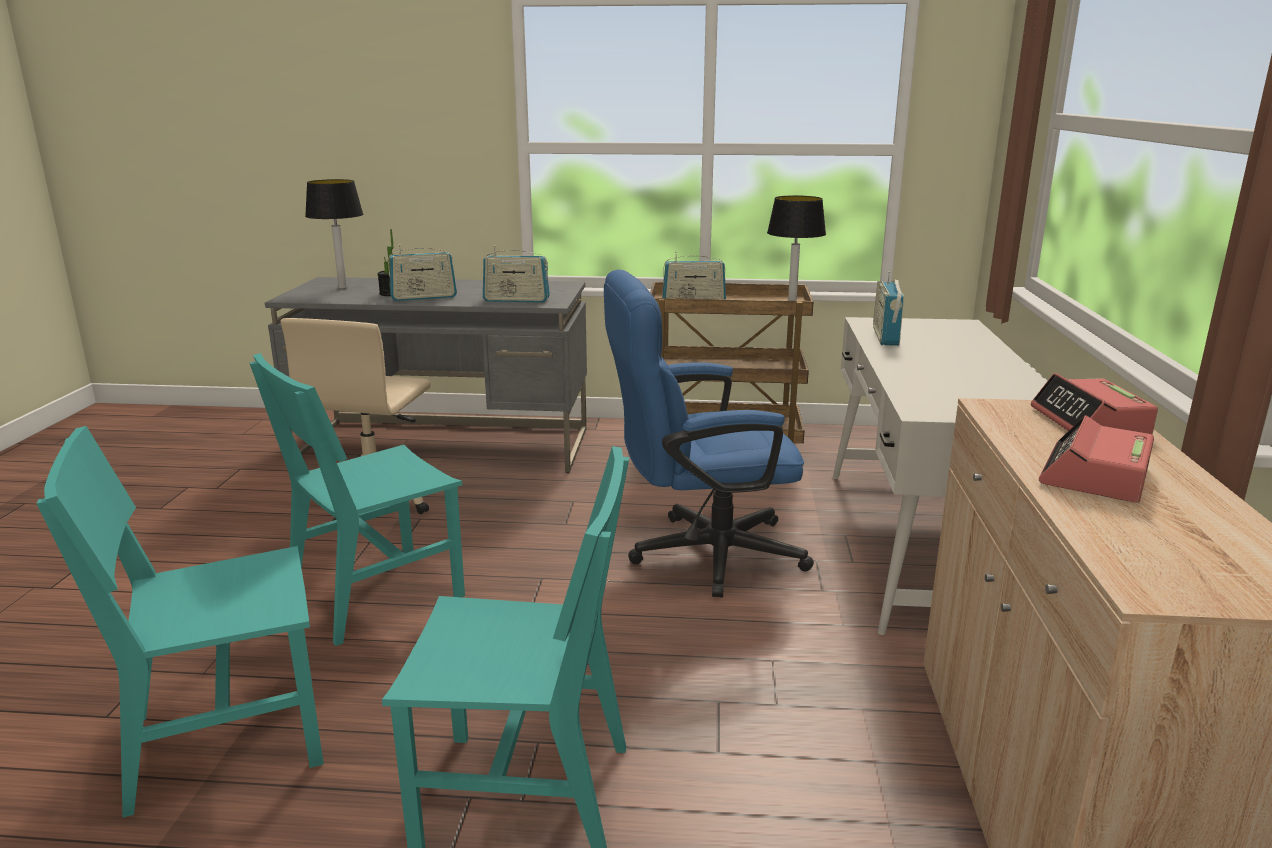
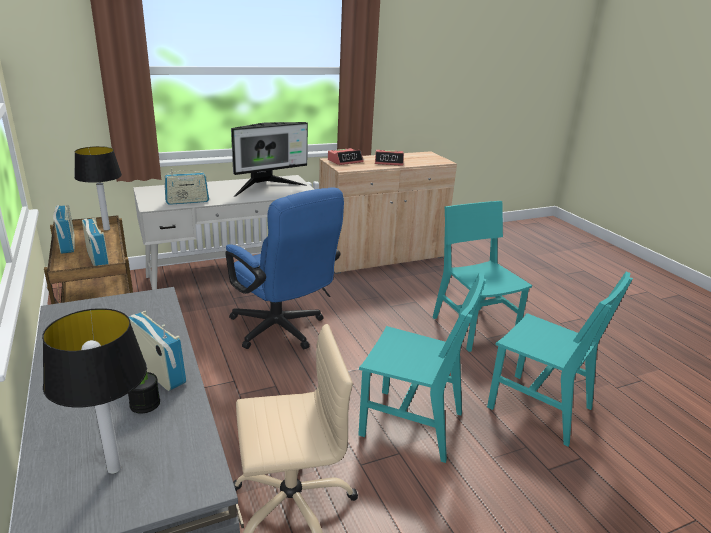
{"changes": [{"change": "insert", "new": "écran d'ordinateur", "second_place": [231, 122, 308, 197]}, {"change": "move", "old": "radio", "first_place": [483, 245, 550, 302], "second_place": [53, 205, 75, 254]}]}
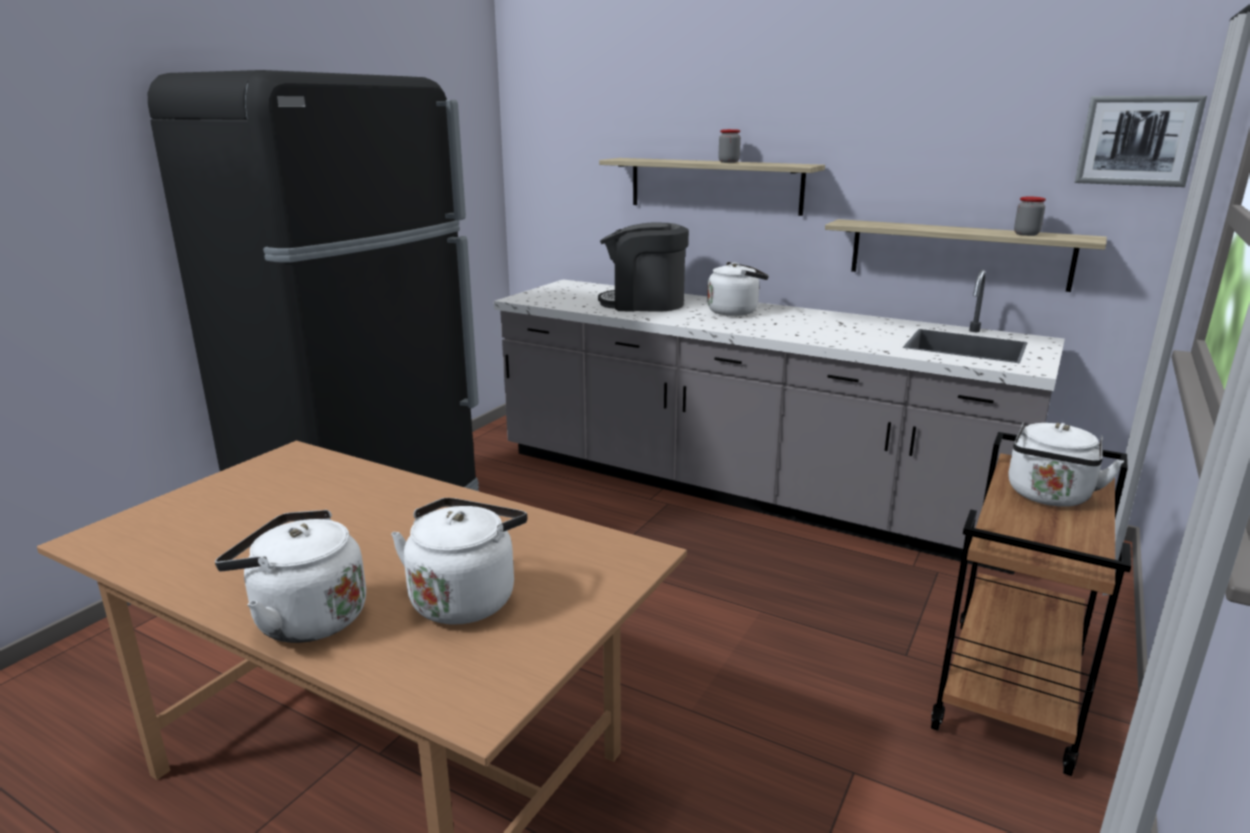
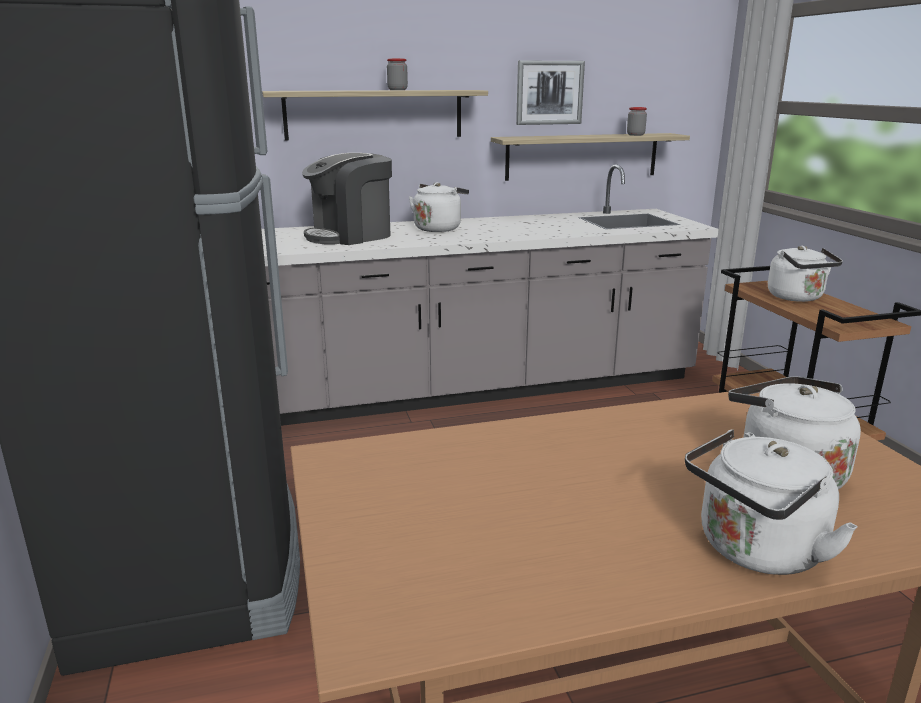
{"changes": [{"change": "move", "old": "tableau", "first_place": [1075, 96, 1207, 187], "second_place": [516, 61, 585, 125]}]}
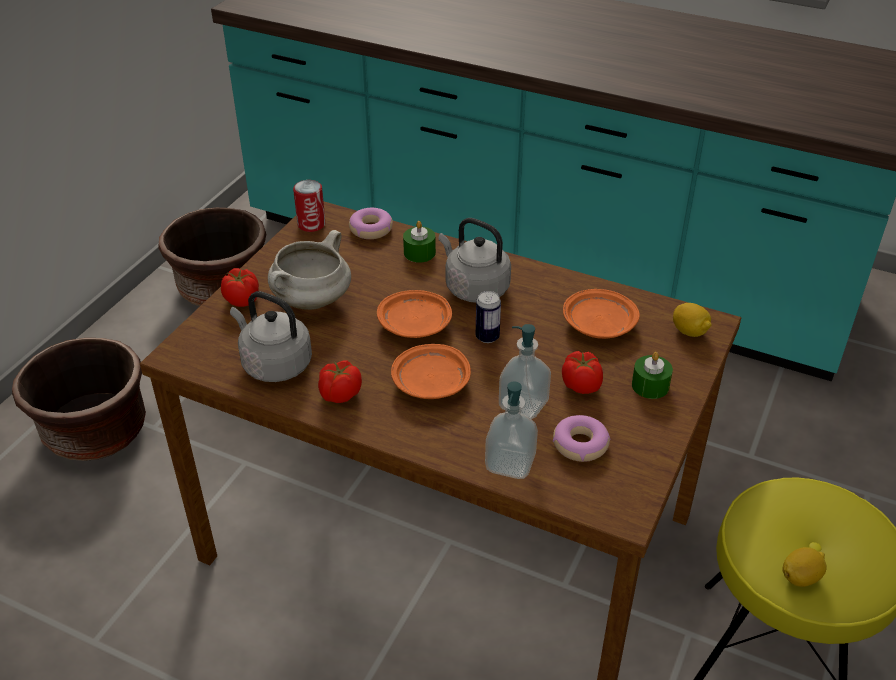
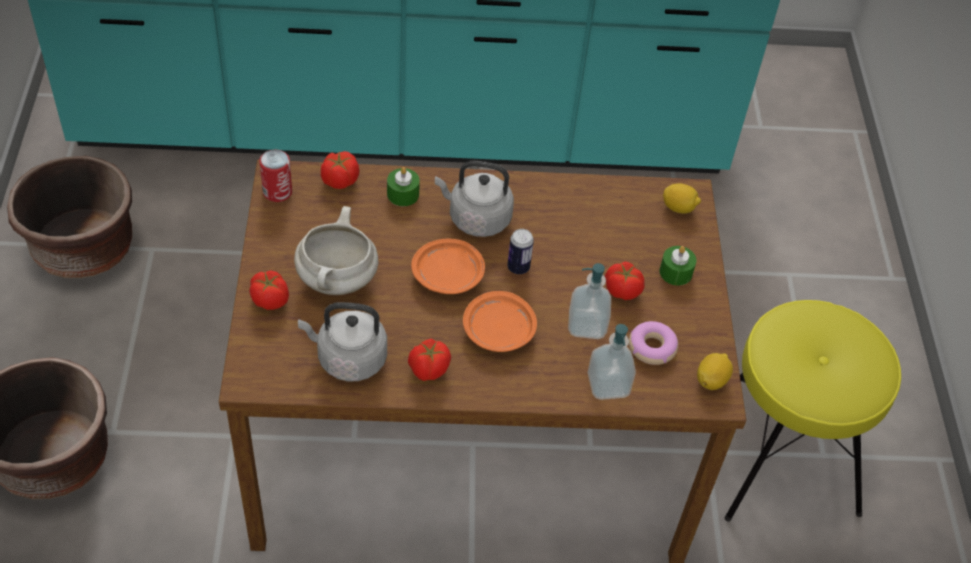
{"changes": [{"change": "delete", "old": "assiette/orange", "first_place": [563, 289, 640, 339]}, {"change": "move", "old": "citron", "first_place": [782, 547, 827, 587], "second_place": [697, 353, 733, 390]}, {"change": "replace", "old": "beignet", "new": "tomate", "first_place": [349, 208, 393, 239], "second_place": [321, 151, 359, 189]}]}
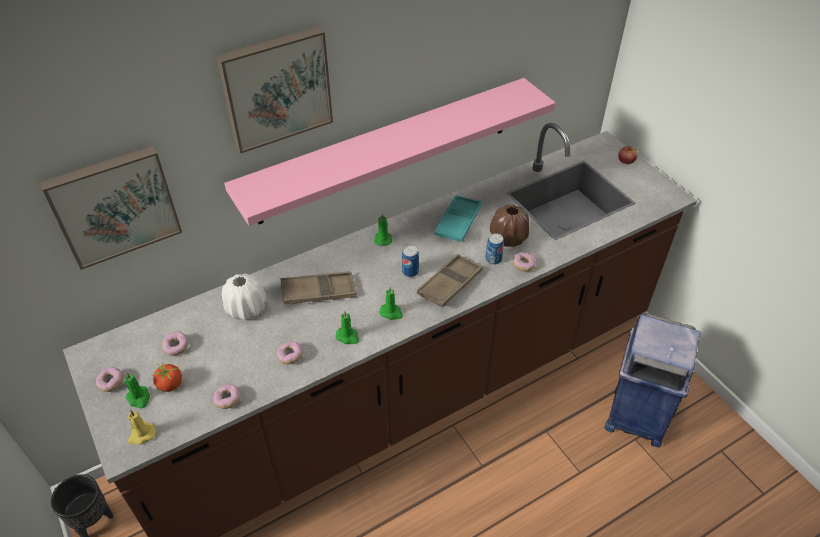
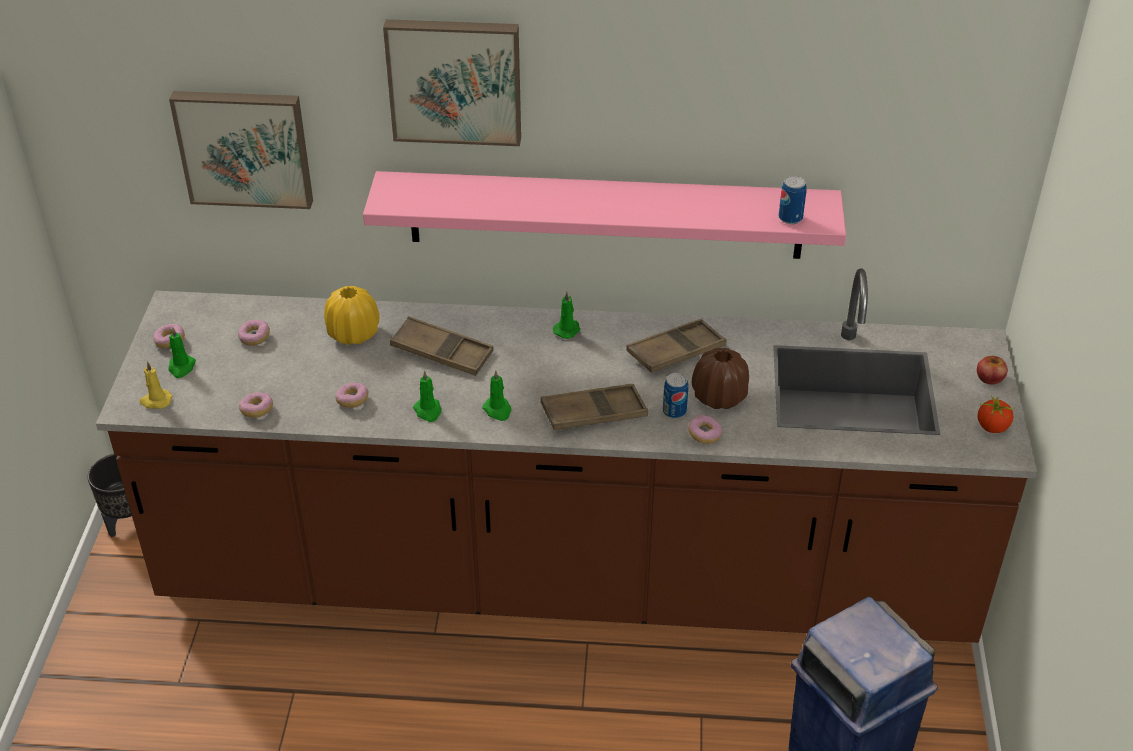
{"changes": [{"change": "move", "old": "tomate", "first_place": [152, 363, 182, 392], "second_place": [977, 394, 1016, 433]}, {"change": "move", "old": "boîte métallique", "first_place": [402, 246, 419, 277], "second_place": [779, 176, 807, 224]}, {"change": "recolor", "old": "vase/blanc", "new": "vase/jaune", "first_place": [222, 274, 266, 320], "second_place": [324, 286, 380, 345]}, {"change": "recolor", "old": "plateau/turquoise", "new": "plateau/marron", "first_place": [434, 195, 482, 242], "second_place": [626, 319, 727, 372]}]}
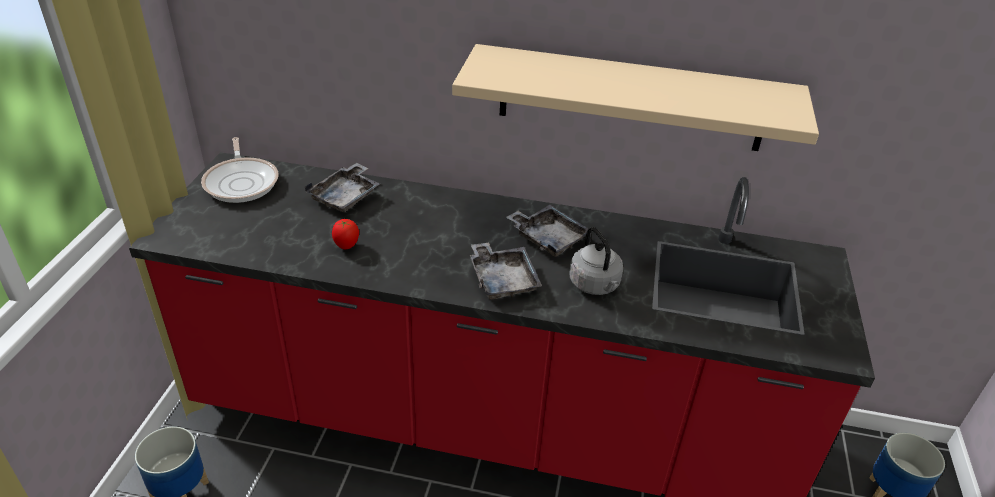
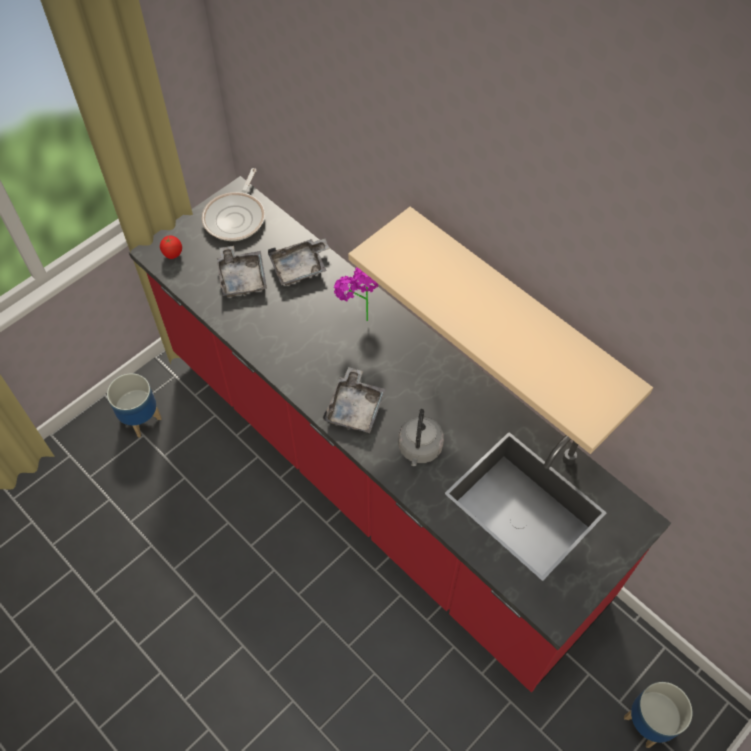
{"changes": [{"change": "insert", "new": "plante en pot", "second_place": [334, 267, 378, 321]}, {"change": "move", "old": "tomate", "first_place": [332, 219, 359, 249], "second_place": [160, 236, 182, 259]}, {"change": "move", "old": "plateau/gris", "first_place": [507, 205, 588, 257], "second_place": [217, 246, 267, 297]}]}
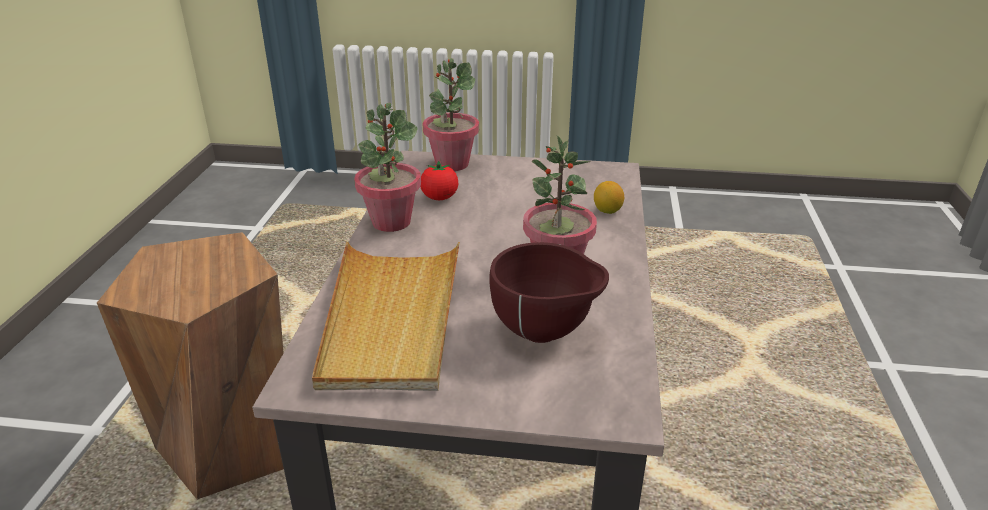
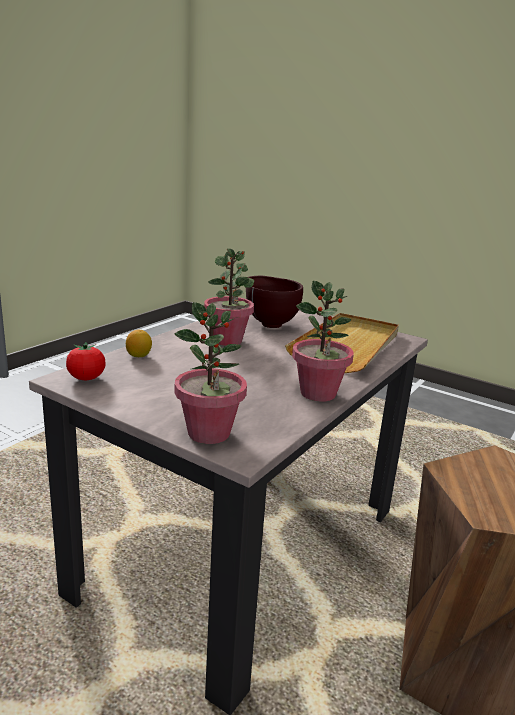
{"changes": [{"change": "move", "old": "tomate", "first_place": [421, 161, 458, 200], "second_place": [66, 342, 106, 380]}]}
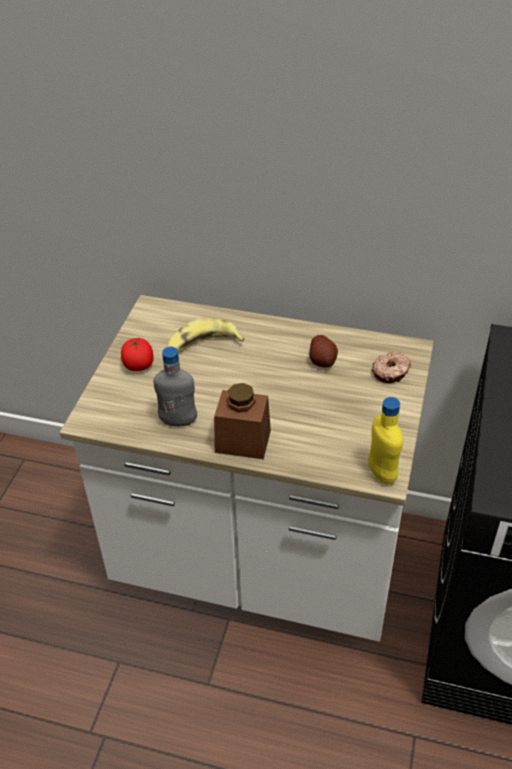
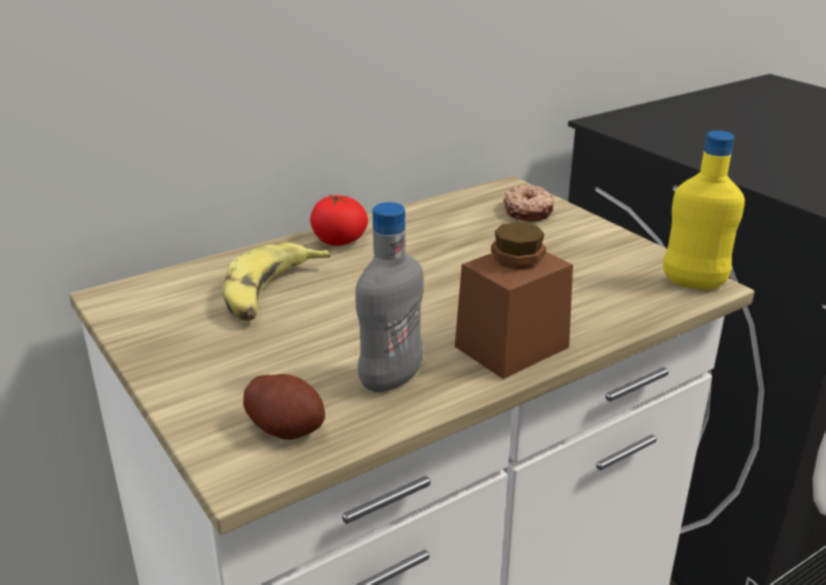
{"changes": [{"change": "move", "old": "tomate", "first_place": [121, 338, 154, 371], "second_place": [310, 195, 368, 246]}, {"change": "move", "old": "pomme de terre", "first_place": [309, 335, 338, 367], "second_place": [243, 374, 325, 440]}]}
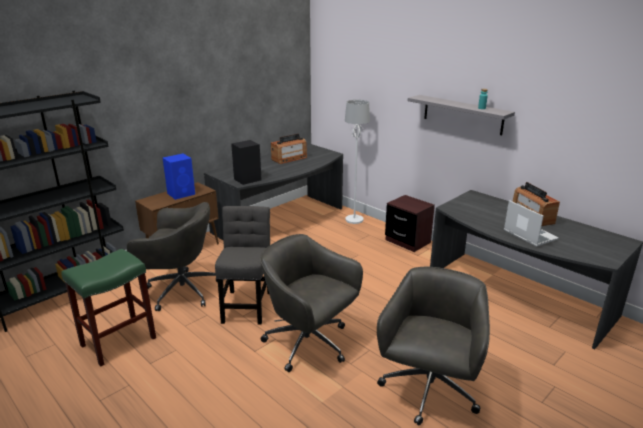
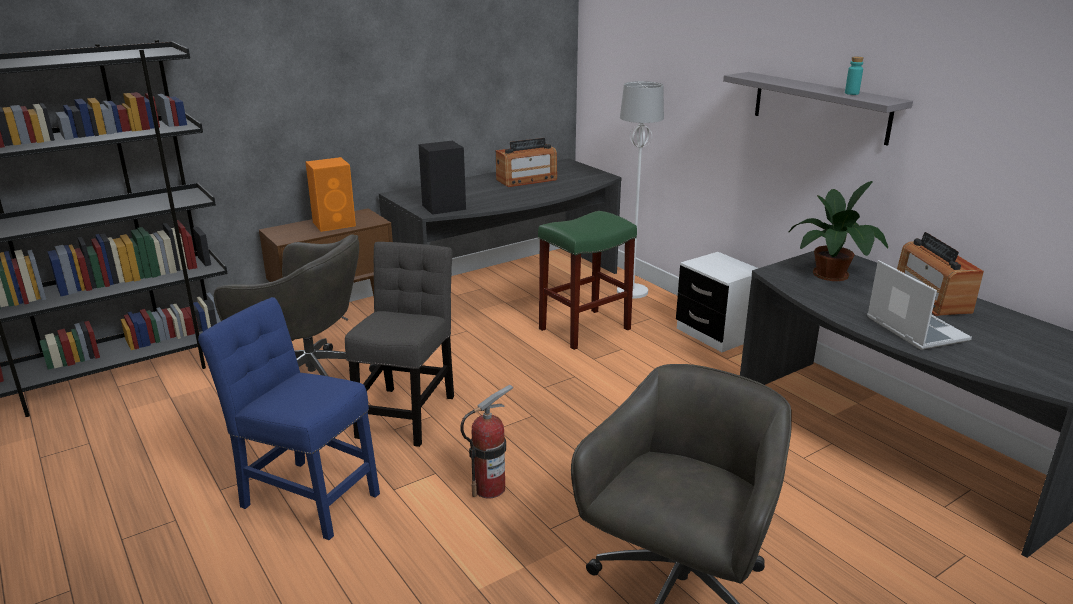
{"changes": [{"change": "insert", "new": "chaise/bleu", "second_place": [198, 297, 380, 540]}, {"change": "insert", "new": "plante en pot", "second_place": [788, 181, 888, 281]}, {"change": "move", "old": "tabouret/vert", "first_place": [61, 249, 156, 366], "second_place": [538, 211, 637, 350]}, {"change": "replace", "old": "chaise de bureau/gris", "new": "extincteur", "first_place": [260, 234, 363, 372], "second_place": [460, 385, 513, 498]}, {"change": "recolor", "old": "enceinte/bleu", "new": "enceinte/orange", "first_place": [163, 154, 195, 200], "second_place": [306, 157, 356, 232]}, {"change": "recolor", "old": "table de chevet/marron", "new": "table de chevet/blanc", "first_place": [385, 195, 435, 252], "second_place": [676, 252, 758, 352]}]}
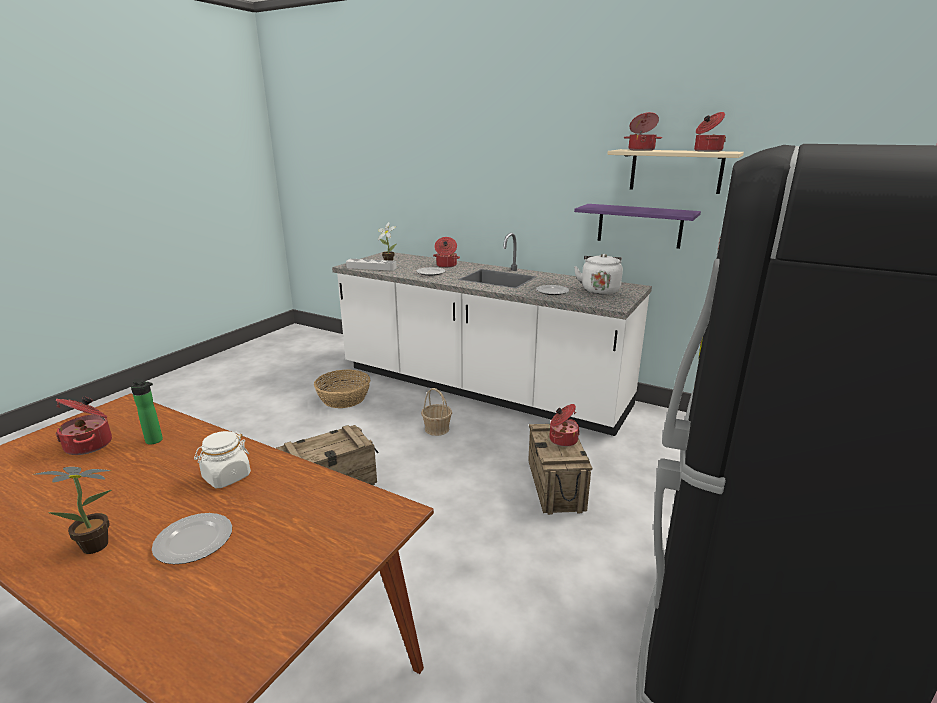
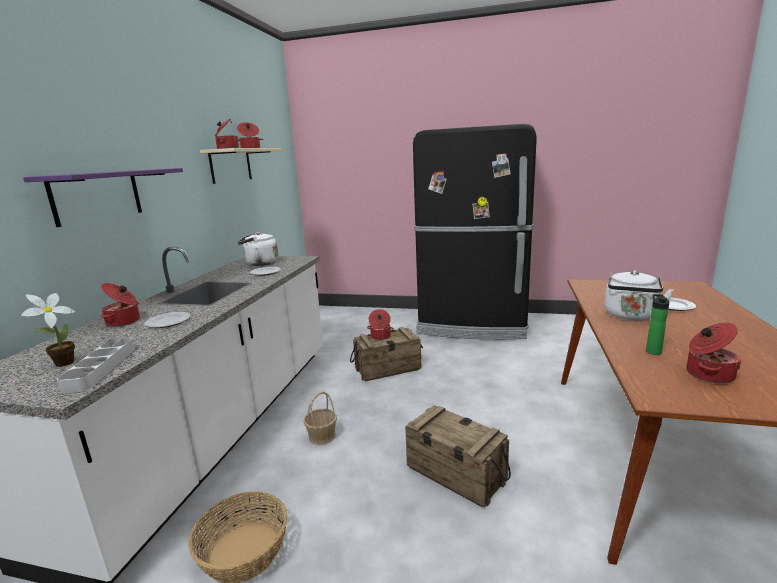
{"changes": [{"change": "delete", "old": "plante en pot", "first_place": [33, 467, 111, 554]}, {"change": "move", "old": "étagère/violet", "first_place": [574, 204, 701, 249], "second_place": [23, 168, 183, 227]}, {"change": "replace", "old": "bocal/blanc", "new": "bouilloire/blanc", "first_place": [194, 431, 251, 488], "second_place": [605, 270, 674, 320]}]}
